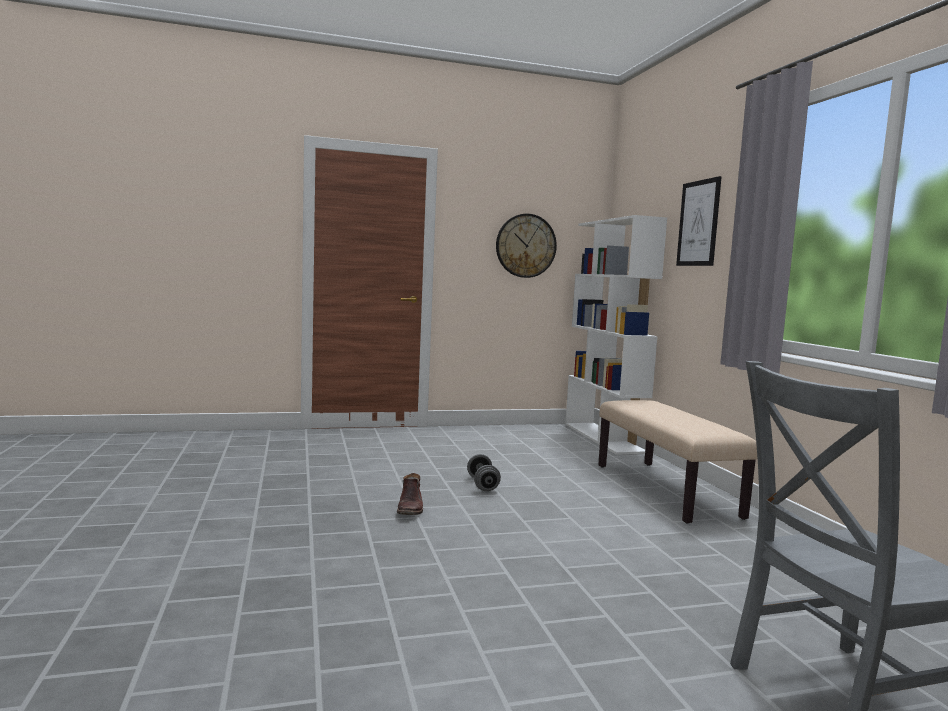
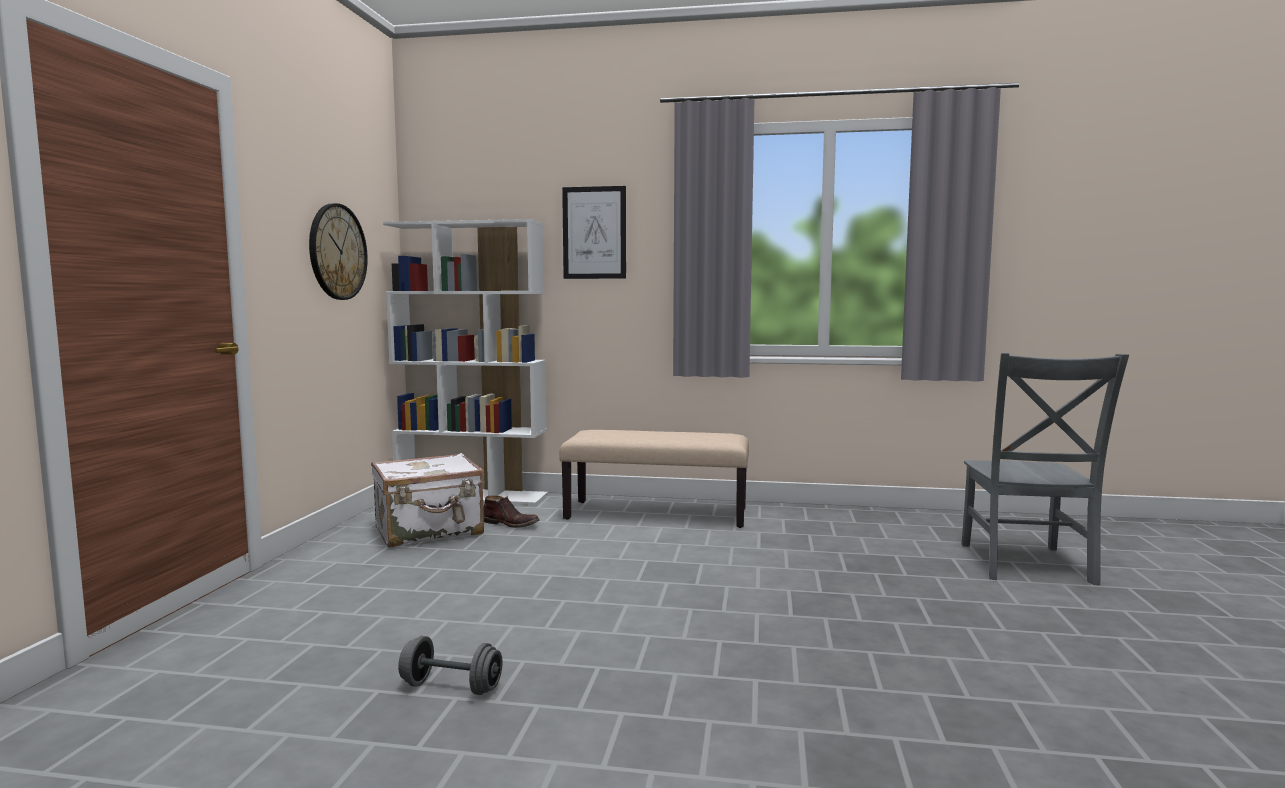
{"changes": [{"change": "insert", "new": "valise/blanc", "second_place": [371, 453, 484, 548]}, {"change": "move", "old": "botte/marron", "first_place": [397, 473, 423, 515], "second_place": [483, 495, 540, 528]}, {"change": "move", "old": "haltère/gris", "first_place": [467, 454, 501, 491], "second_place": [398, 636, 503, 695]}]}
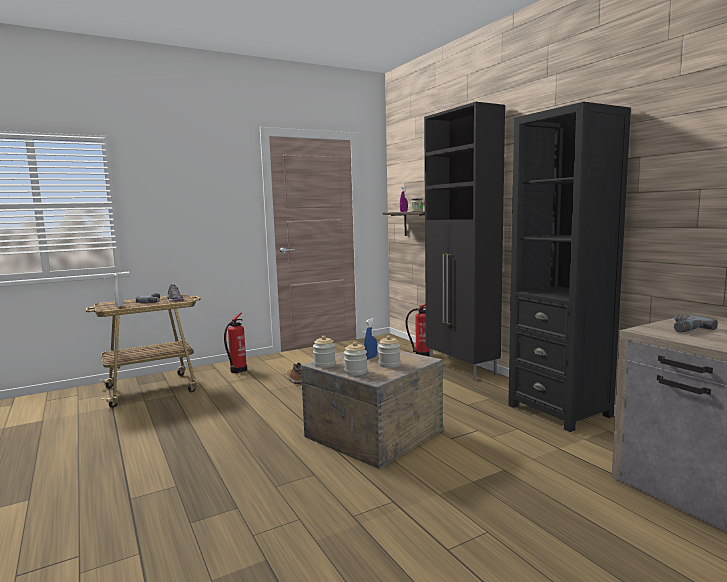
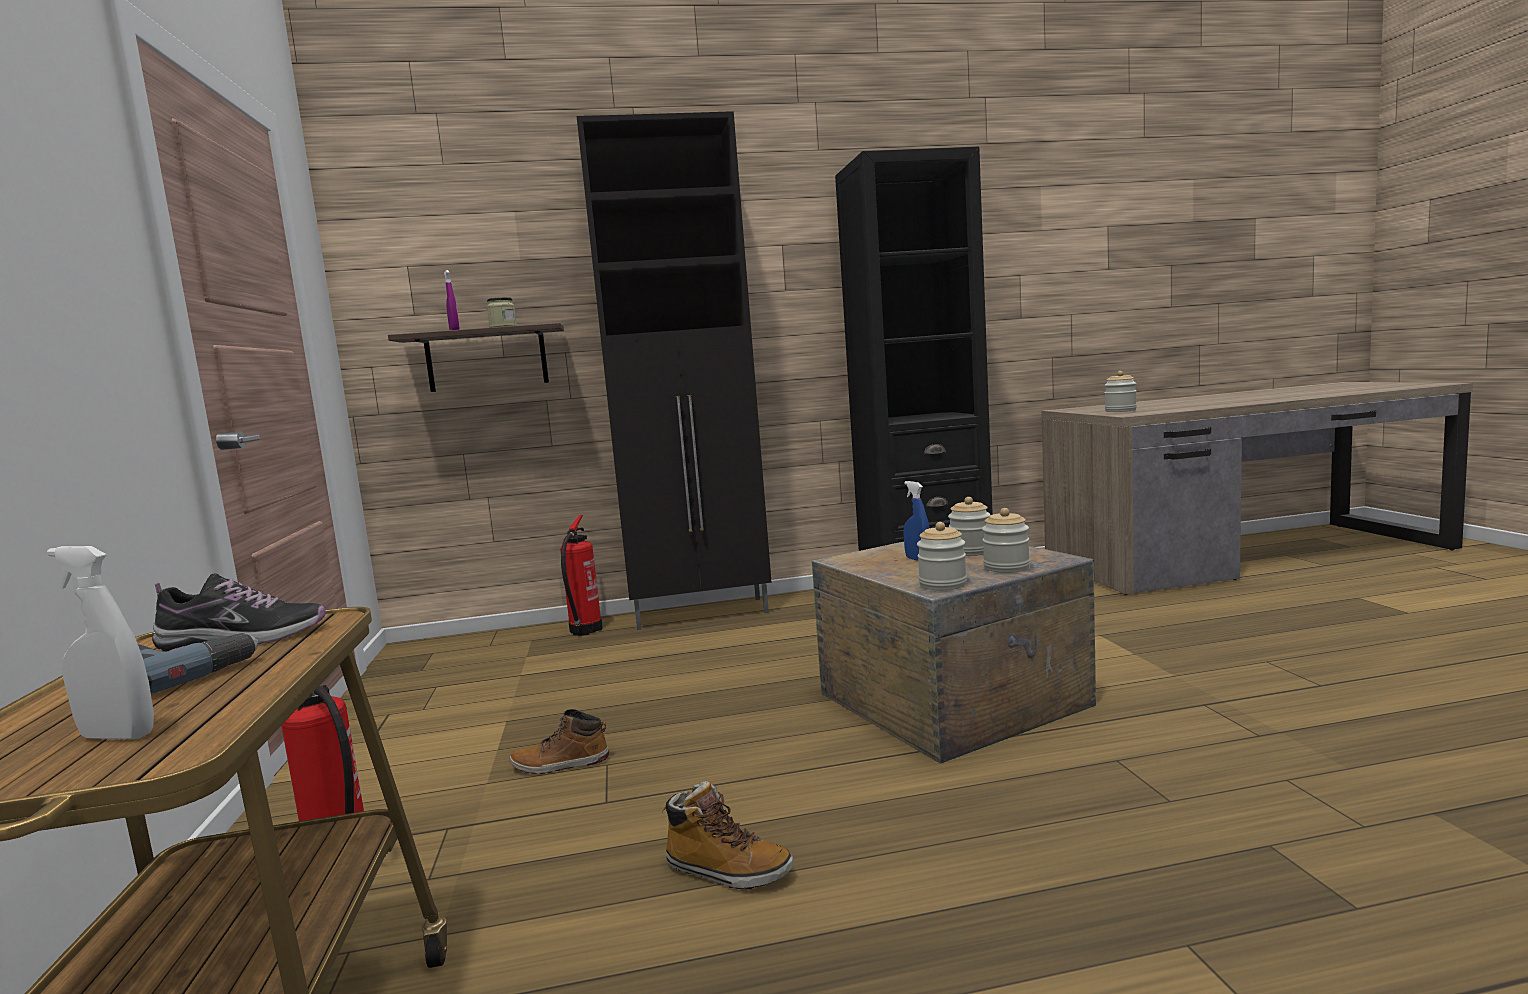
{"changes": [{"change": "insert", "new": "botte", "second_place": [662, 781, 794, 889]}, {"change": "replace", "old": "perceuse", "new": "bocal", "first_place": [674, 314, 718, 332], "second_place": [1104, 371, 1137, 412]}]}
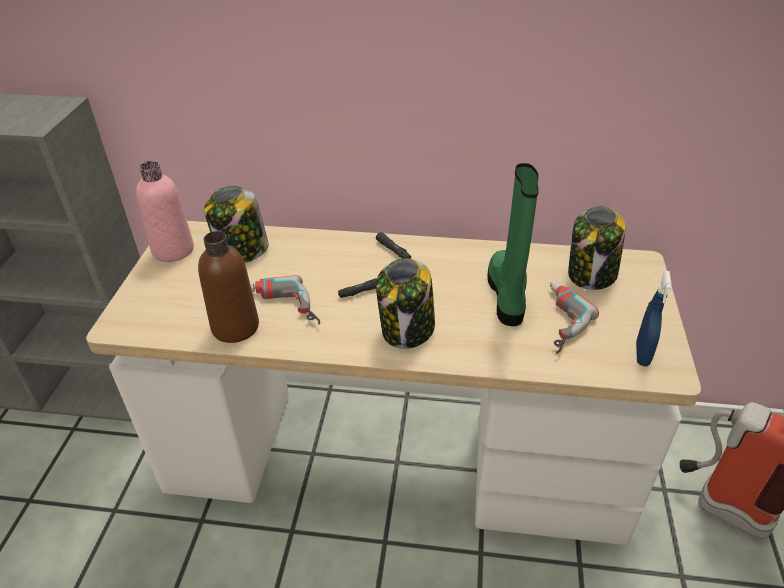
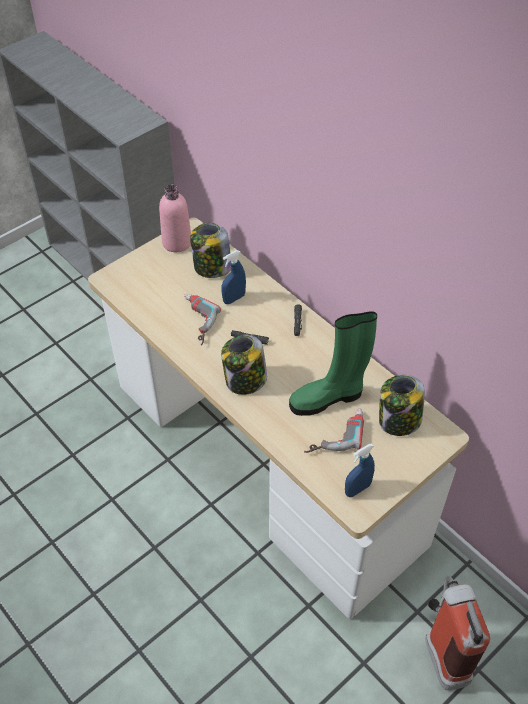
{"changes": [{"change": "delete", "old": "bouteille/marron", "first_place": [198, 231, 259, 343]}, {"change": "insert", "new": "vaporisateur/bleu", "second_place": [222, 250, 246, 304]}, {"change": "rotate", "old": "botte/vert", "first_place": [488, 163, 539, 326], "second_place": [289, 311, 377, 416], "degrees": -150}]}
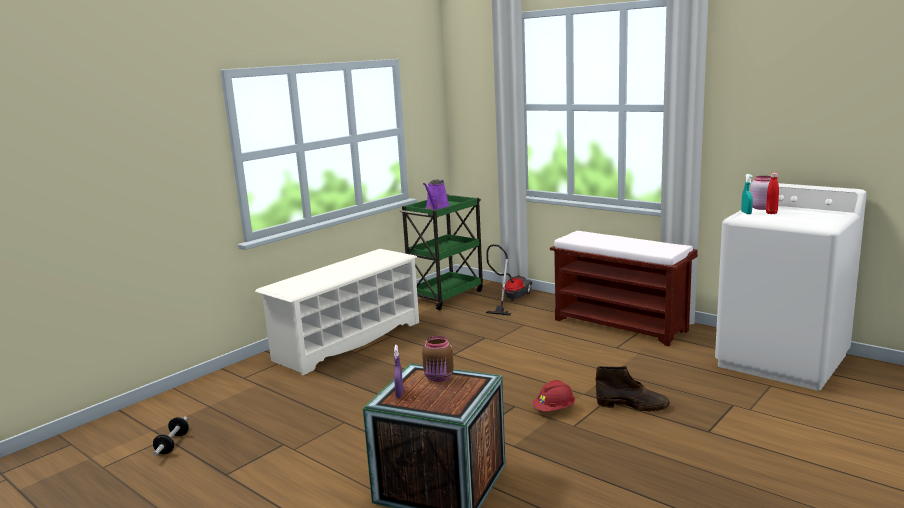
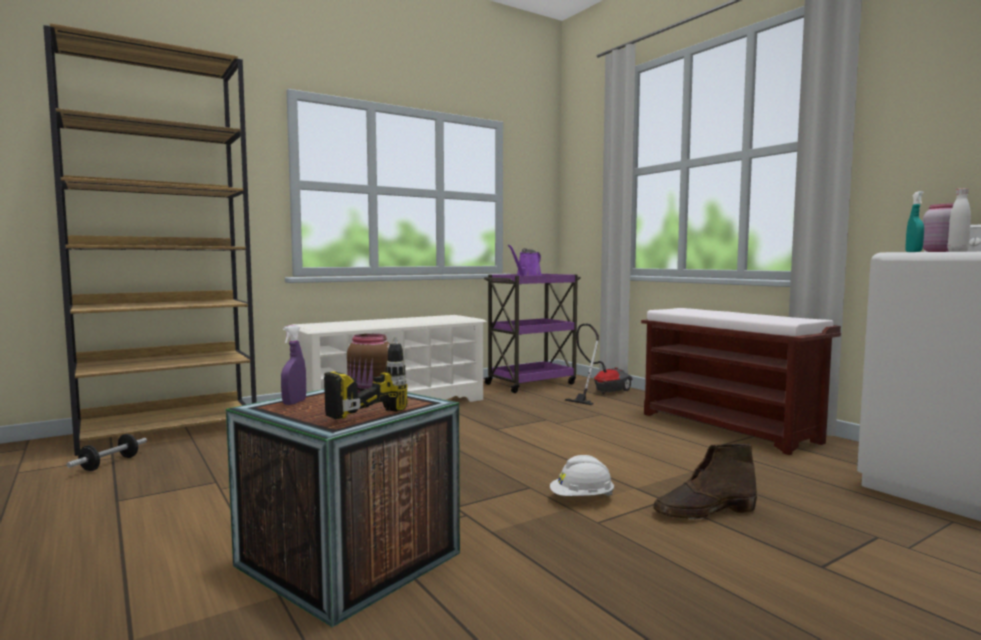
{"changes": [{"change": "insert", "new": "bibliothèque/marron", "second_place": [43, 23, 257, 456]}, {"change": "insert", "new": "perceuse", "second_place": [324, 337, 408, 419]}, {"change": "recolor", "old": "chariot/vert", "new": "chariot/violet", "first_place": [400, 194, 483, 310], "second_place": [483, 274, 581, 393]}, {"change": "recolor", "old": "casque de chantier/rouge", "new": "casque de chantier/blanc", "first_place": [533, 380, 575, 412], "second_place": [550, 455, 614, 496]}, {"change": "recolor", "old": "bouteille/rouge", "new": "bouteille/blanc", "first_place": [766, 173, 779, 214], "second_place": [948, 188, 971, 252]}, {"change": "rotate", "old": "botte/marron", "first_place": [596, 366, 670, 412], "second_place": [653, 444, 757, 520], "degrees": 135}]}
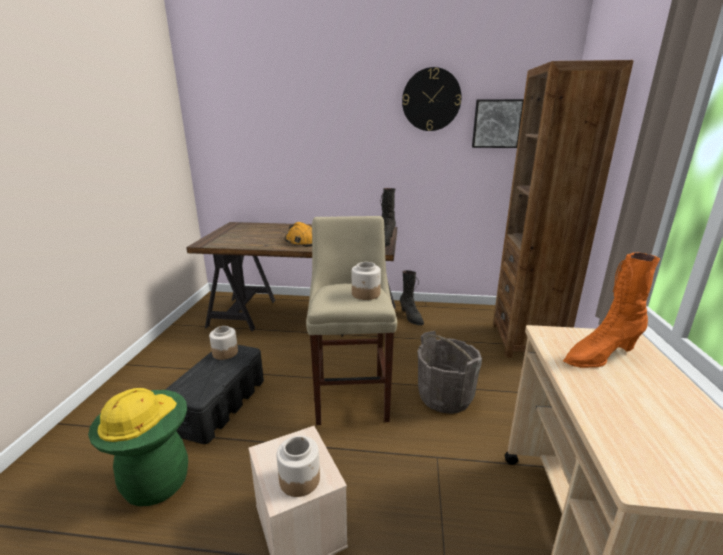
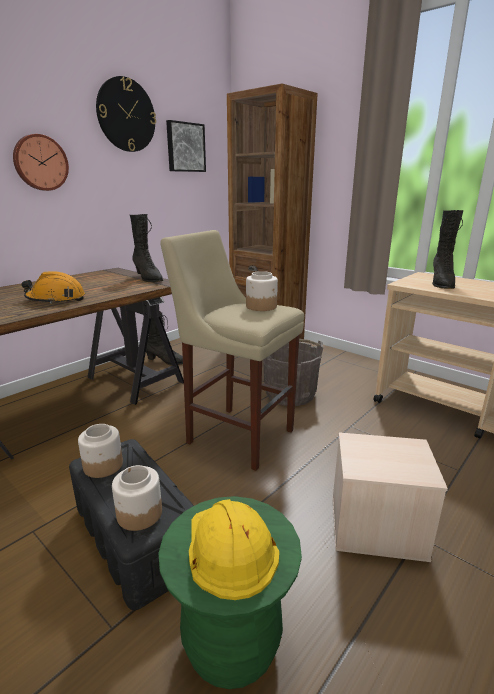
{"changes": [{"change": "insert", "new": "horloge murale", "second_place": [13, 134, 69, 191]}, {"change": "move", "old": "bocal", "first_place": [277, 436, 320, 497], "second_place": [112, 465, 162, 531]}, {"change": "recolor", "old": "botte/orange", "new": "botte/noir", "first_place": [563, 252, 660, 368], "second_place": [432, 210, 464, 289]}]}
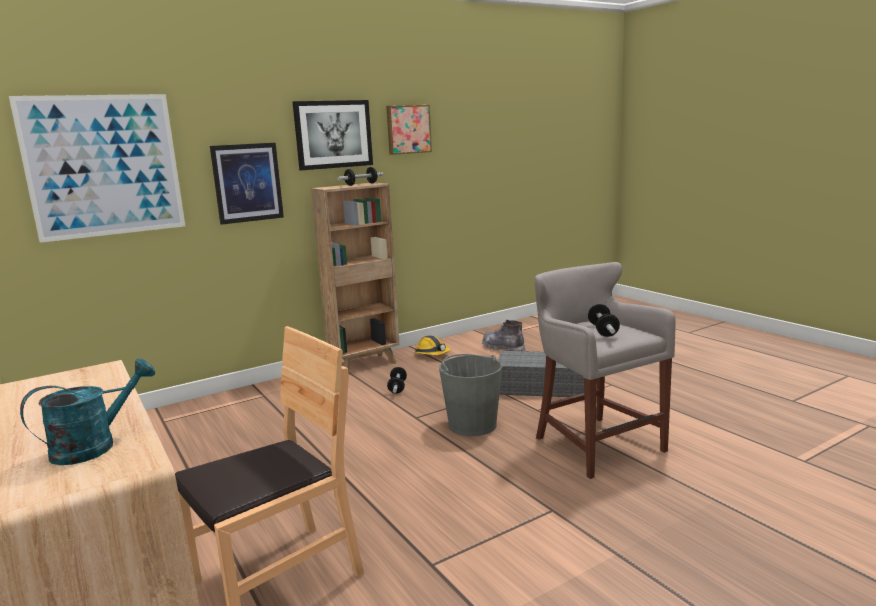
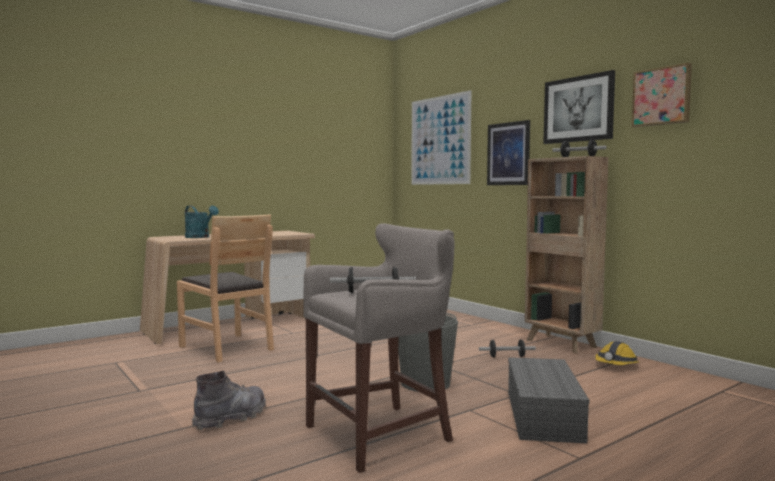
{"changes": [{"change": "move", "old": "botte/gris", "first_place": [482, 320, 525, 351], "second_place": [192, 371, 266, 430]}]}
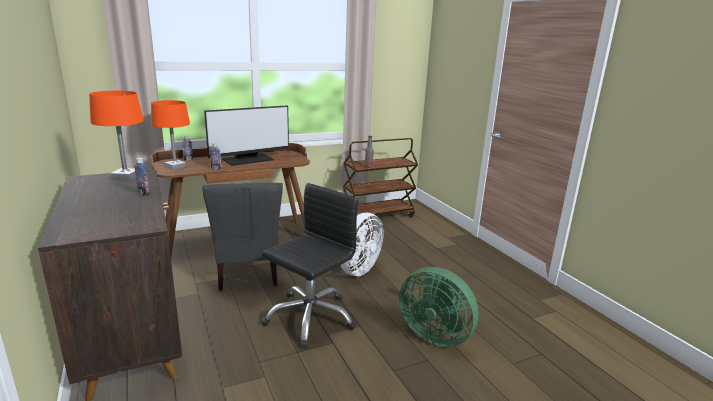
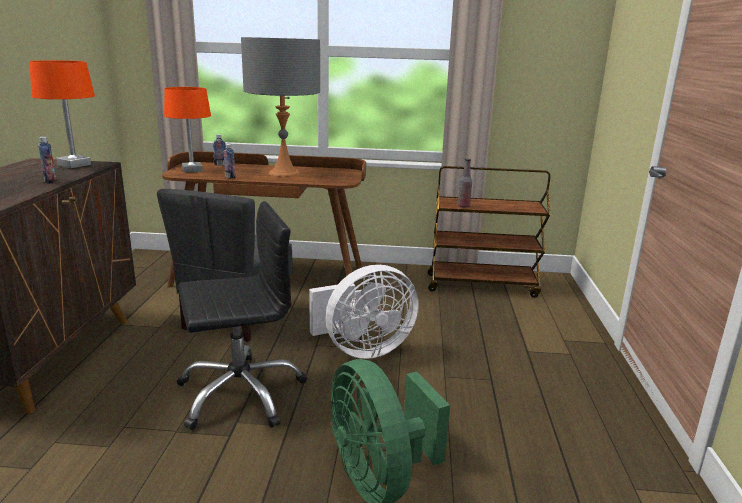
{"changes": [{"change": "replace", "old": "écran d'ordinateur", "new": "lampe de table/gris", "first_place": [204, 106, 289, 166], "second_place": [241, 37, 320, 177]}]}
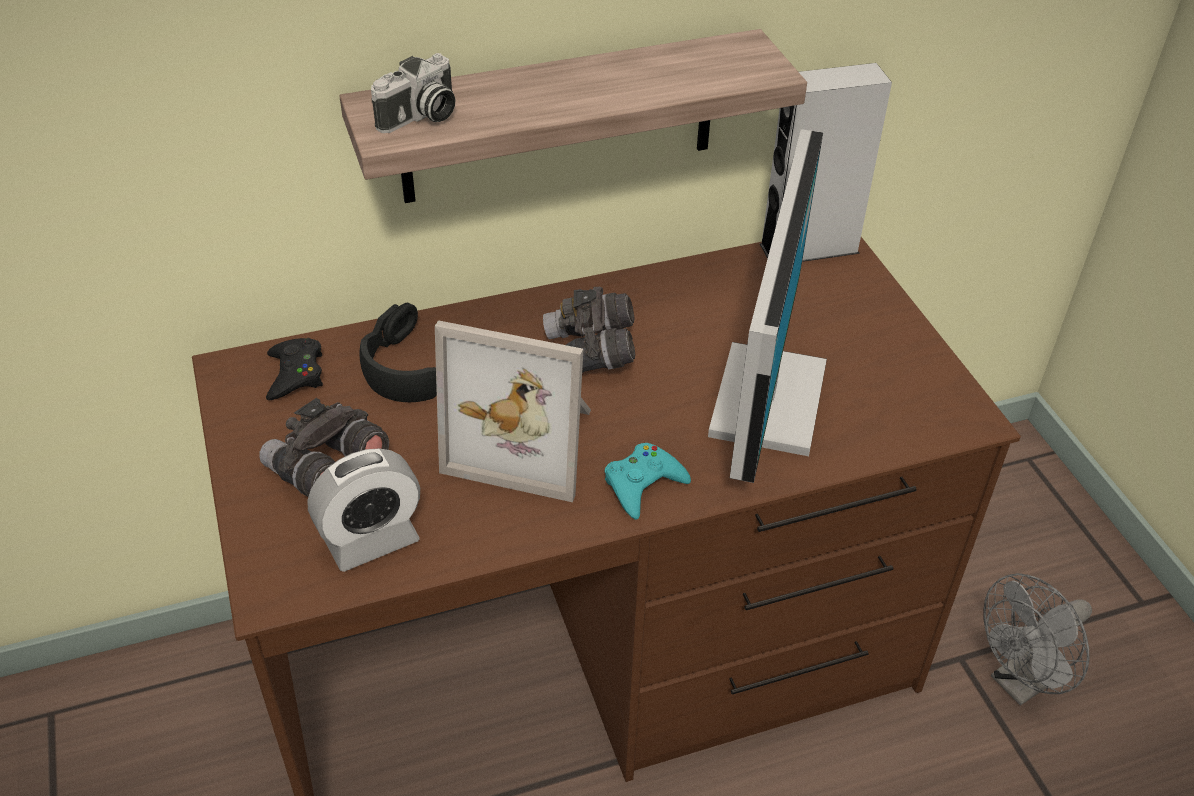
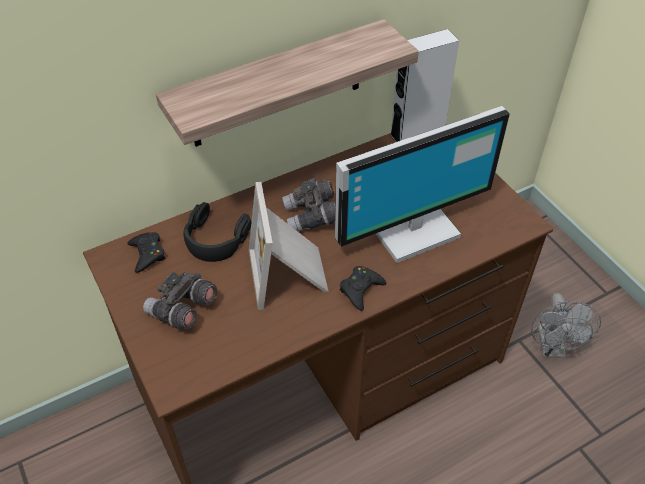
{"changes": [{"change": "delete", "old": "réveil", "first_place": [307, 448, 420, 572]}, {"change": "delete", "old": "appareil photo", "first_place": [371, 53, 456, 133]}, {"change": "recolor", "old": "manette/turquoise", "new": "manette/noir", "first_place": [605, 443, 691, 520], "second_place": [340, 266, 386, 311]}, {"change": "rotate", "old": "cadre photo", "first_place": [435, 320, 591, 502], "second_place": [249, 182, 329, 310], "degrees": 75}, {"change": "rotate", "old": "écran d'ordinateur", "first_place": [708, 129, 827, 483], "second_place": [335, 106, 510, 263], "degrees": 60}, {"change": "rotate", "old": "ventilateur/gris", "first_place": [984, 573, 1092, 706], "second_place": [531, 293, 601, 358], "degrees": -45}]}
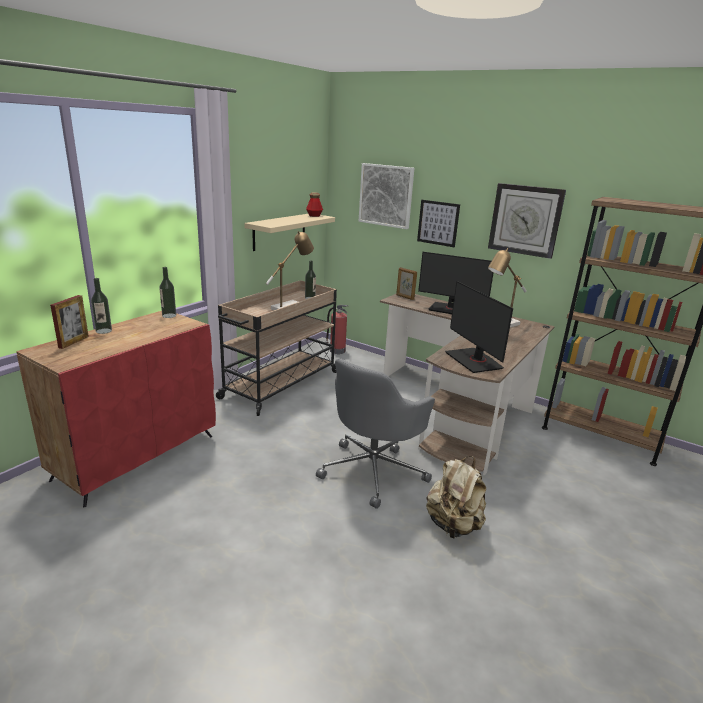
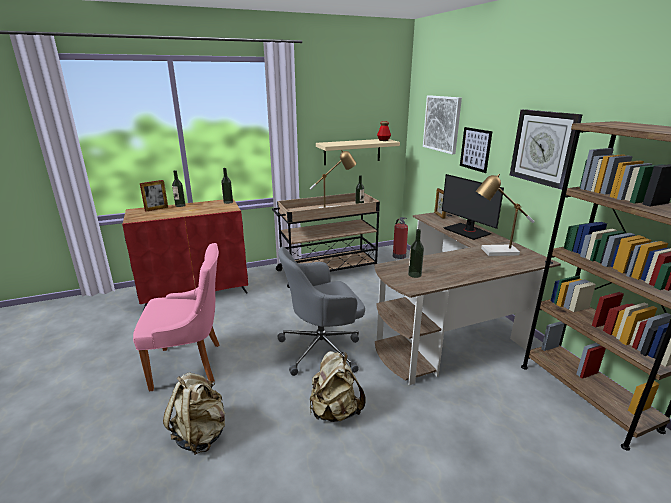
{"changes": [{"change": "insert", "new": "chaise/rose", "second_place": [133, 243, 220, 392]}, {"change": "insert", "new": "sac à dos/beige", "second_place": [163, 373, 225, 455]}, {"change": "replace", "old": "écran d'ordinateur", "new": "bouteille", "first_place": [445, 281, 513, 373], "second_place": [408, 229, 424, 278]}]}
